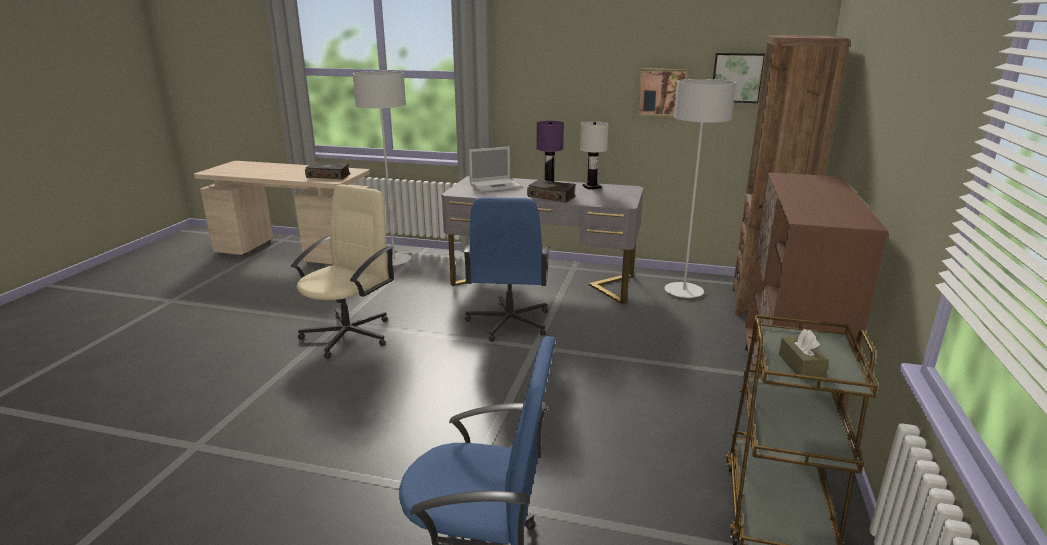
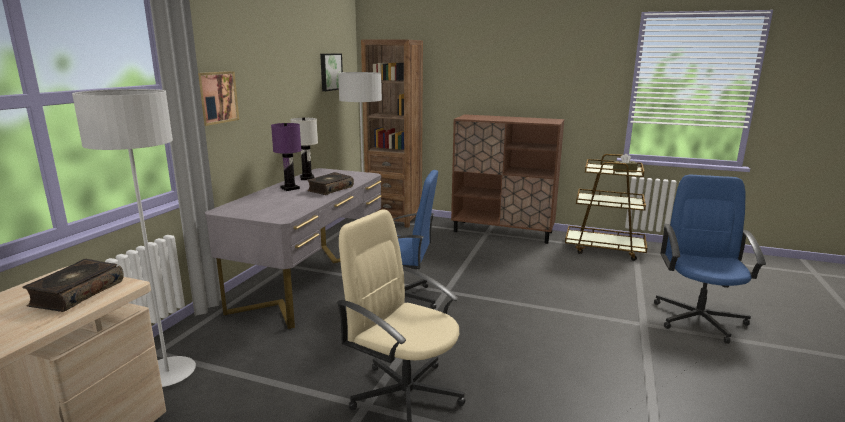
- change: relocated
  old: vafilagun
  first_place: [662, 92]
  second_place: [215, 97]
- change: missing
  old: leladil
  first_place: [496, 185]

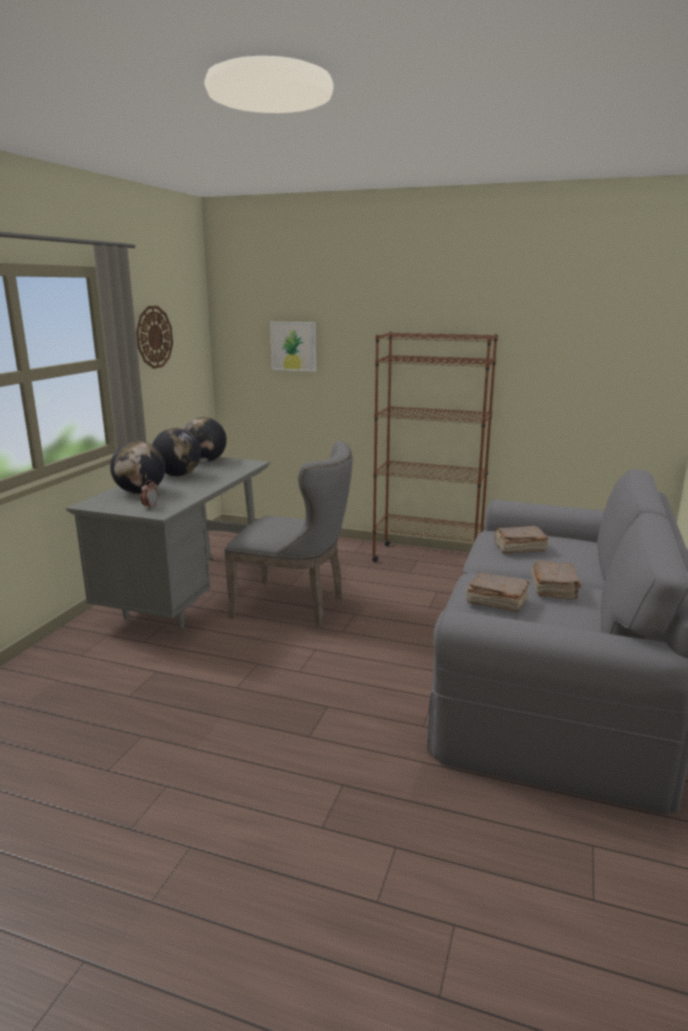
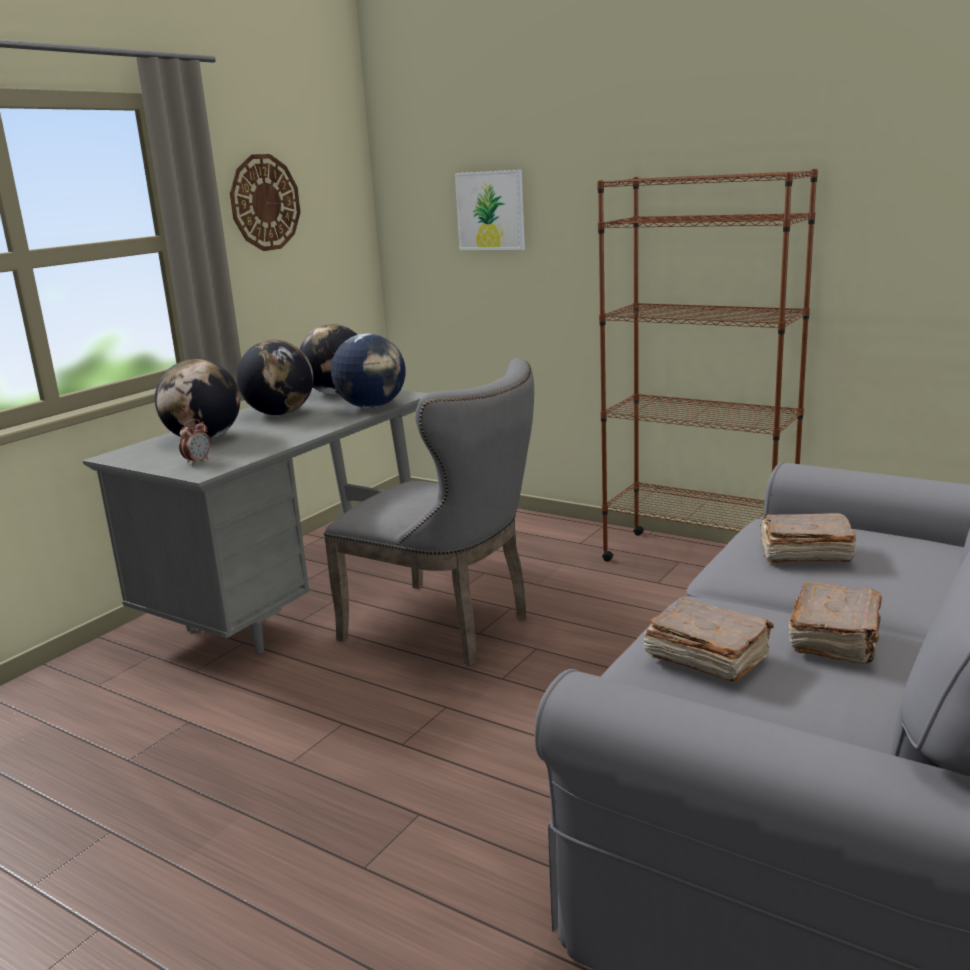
- change: appeared
  new: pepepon
  second_place: [372, 406]

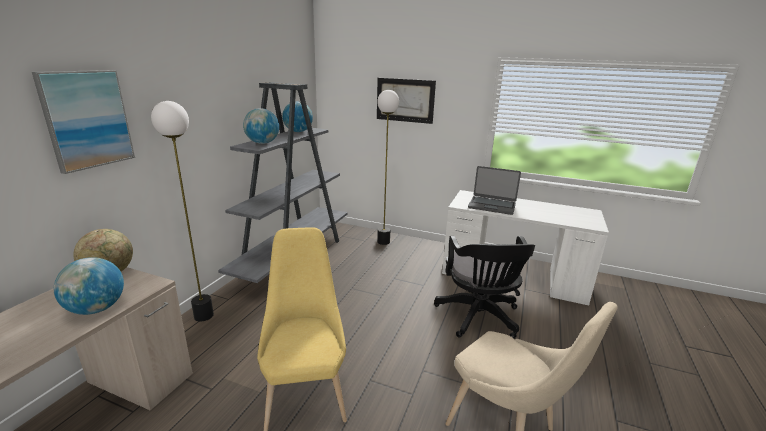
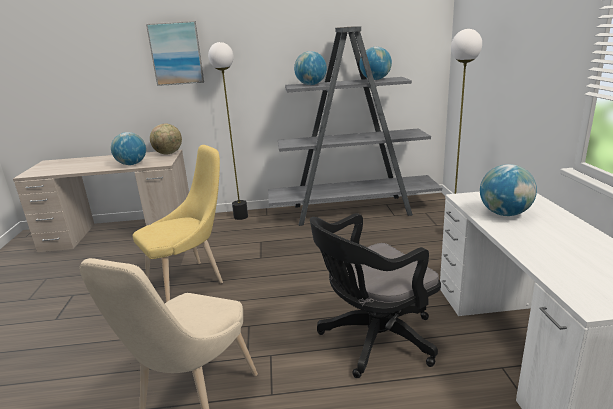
- change: exchanged
  old: leladil
  new: pepepon
  first_place: [492, 206]
  second_place: [504, 213]
- change: missing
  old: vafilagun
  first_place: [405, 100]

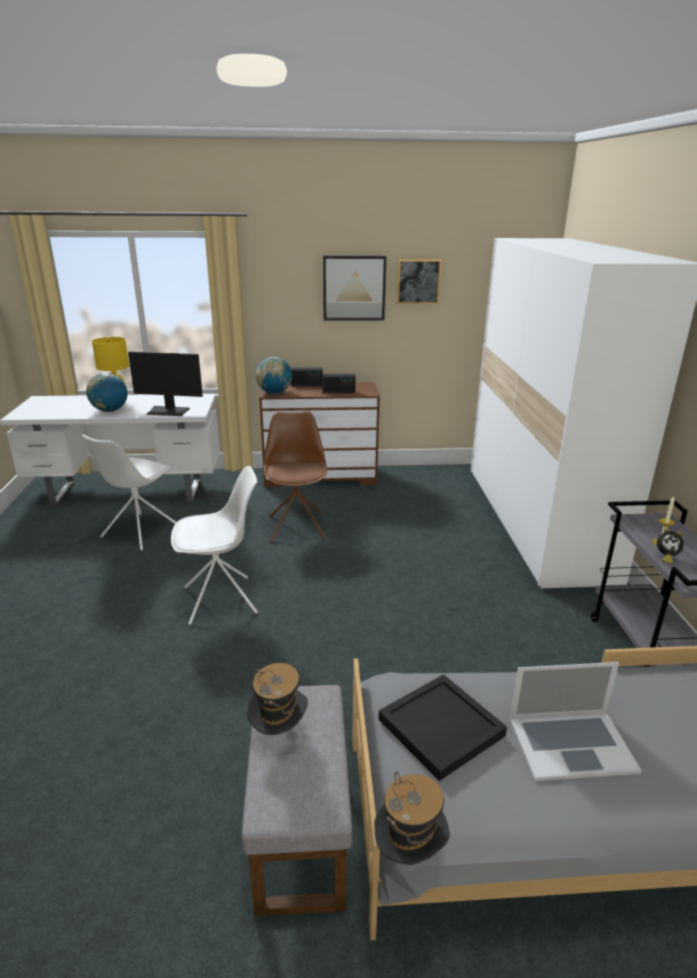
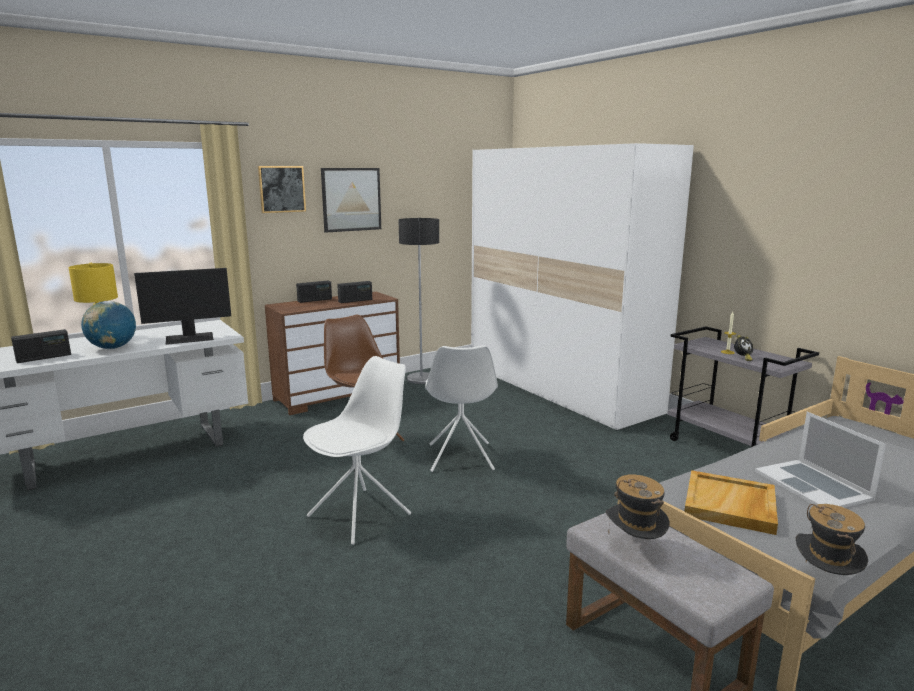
- change: appeared
  new: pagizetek
  second_place: [44, 358]
- change: relocated
  old: vafilagun
  first_place: [418, 281]
  second_place: [282, 189]
- change: appeared
  new: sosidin
  second_place: [421, 379]
- change: relocated
  old: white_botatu
  first_place: [139, 532]
  second_place: [460, 458]
- change: colour
  old: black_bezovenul
  new: beige_bezovenul
  first_place: [441, 728]
  second_place: [730, 505]
- change: spun
  old: leladil
  first_place: [571, 744]
  second_place: [813, 485]
  degrees: 105
- change: missing
  old: pepepon
  first_place: [274, 393]

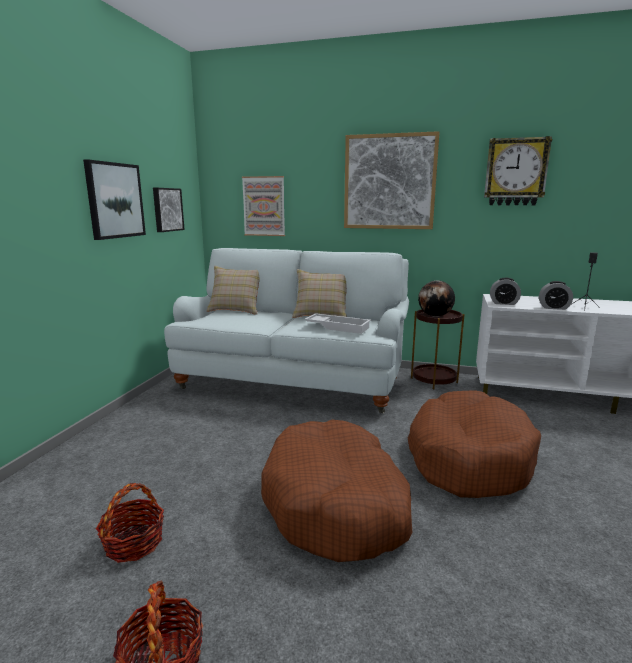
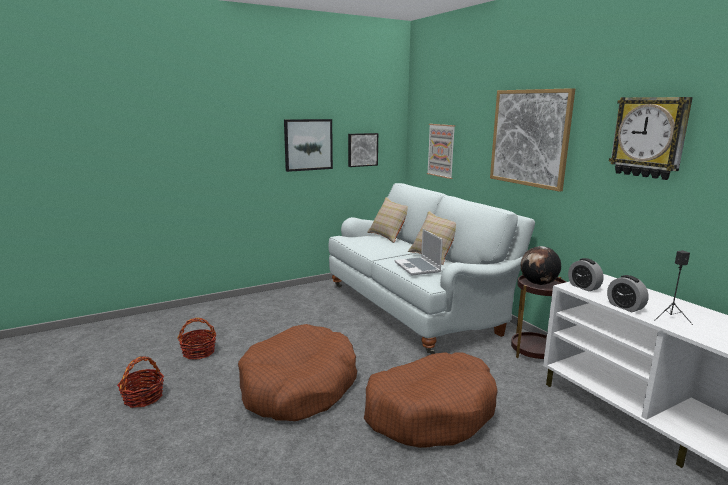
- change: exchanged
  old: white_bezovenul
  new: leladil
  first_place: [338, 327]
  second_place: [418, 267]

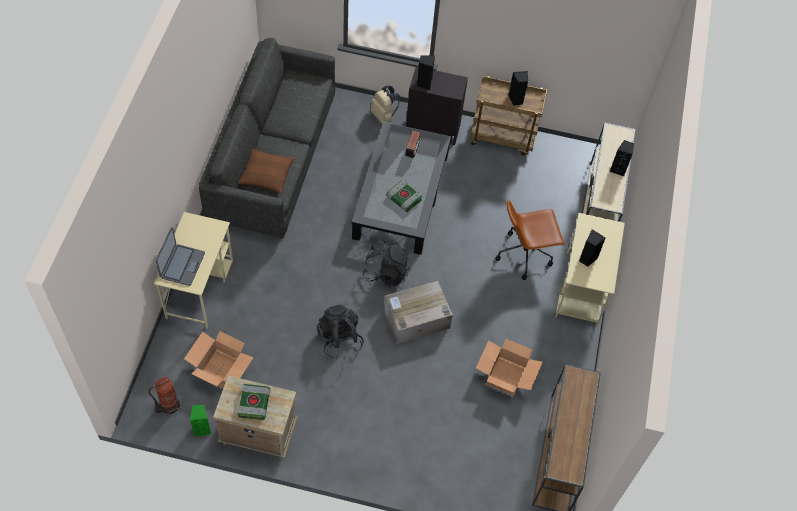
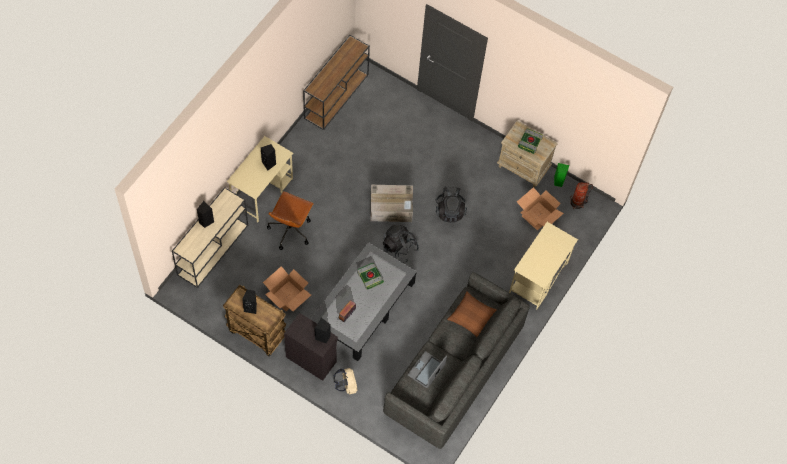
- change: relocated
  old: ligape
  first_place: [505, 376]
  second_place: [287, 296]
- change: spun
  old: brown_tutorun
  first_place: [525, 254]
  second_place: [290, 230]
  degrees: 105
- change: relocated
  old: leladil
  first_place: [182, 265]
  second_place: [426, 370]

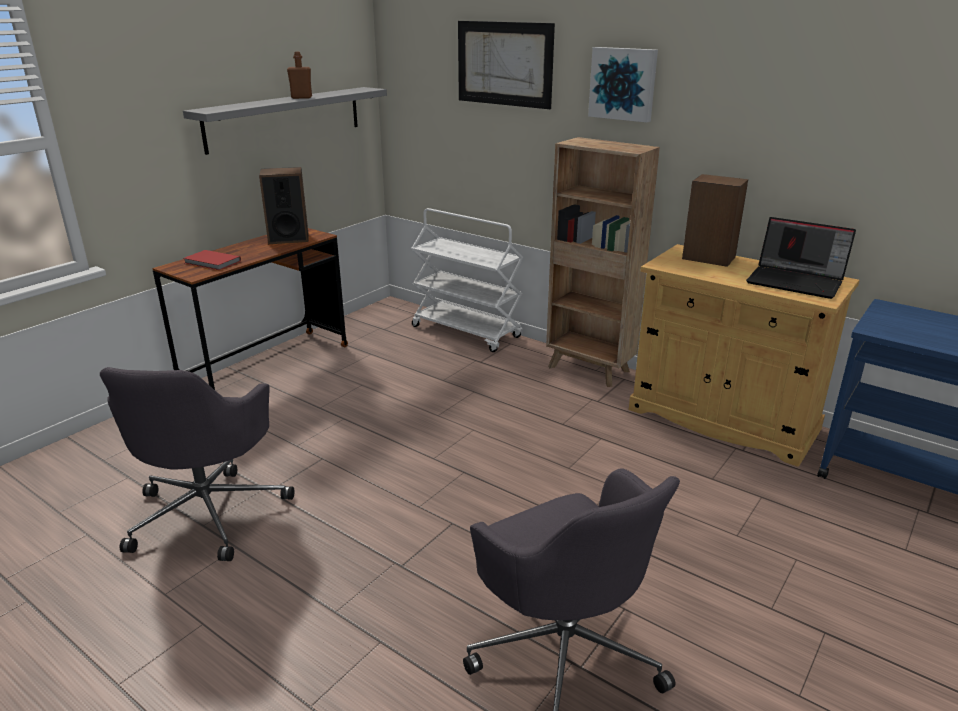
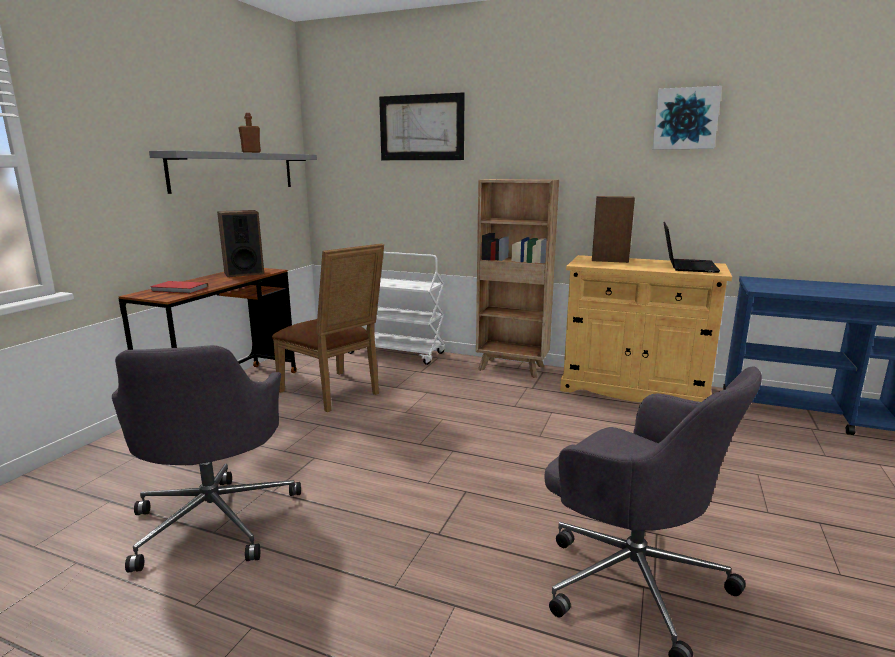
- change: appeared
  new: brown_botatu
  second_place: [334, 393]
- change: relocated
  old: vafilagun
  first_place: [623, 84]
  second_place: [686, 119]
- change: spun
  old: leladil
  first_place: [796, 281]
  second_place: [686, 266]
  degrees: -90

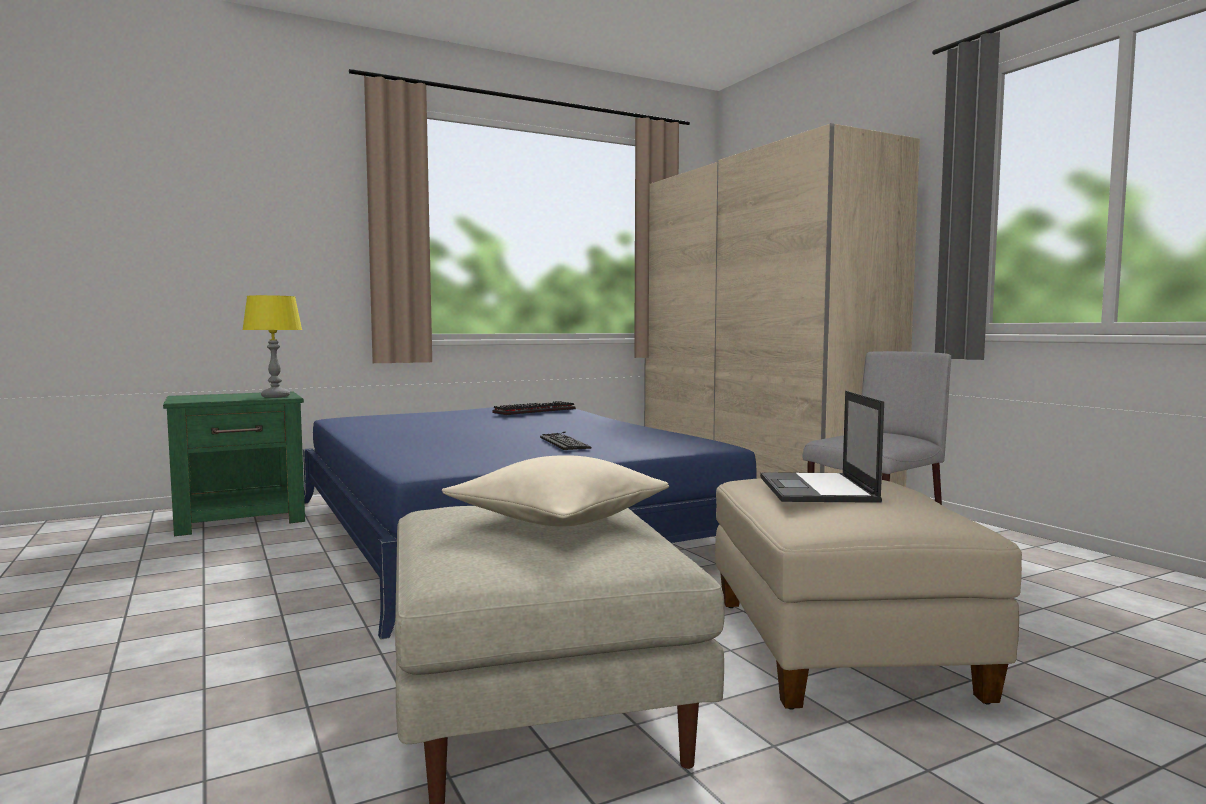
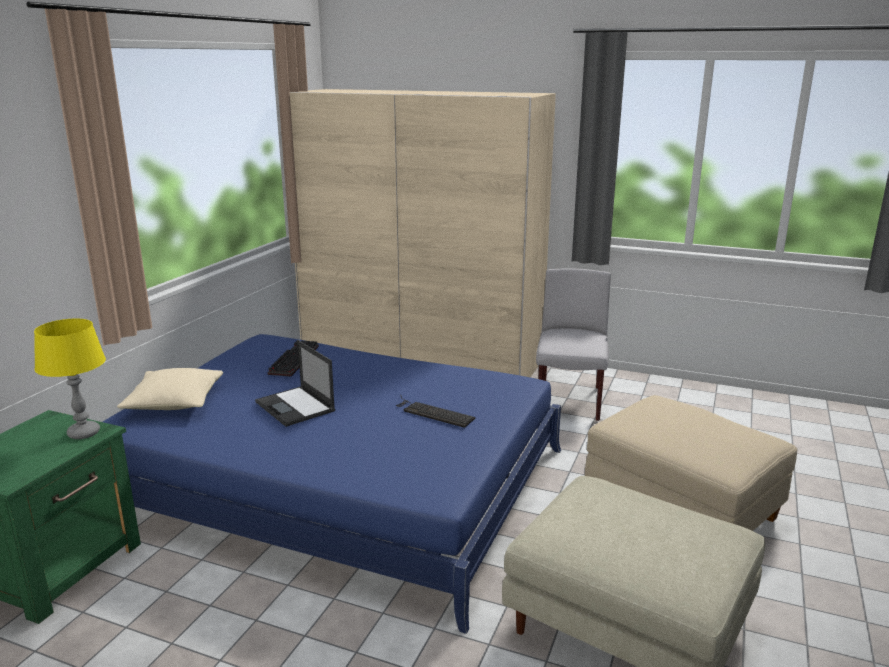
- change: relocated
  old: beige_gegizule
  first_place: [558, 518]
  second_place: [174, 402]
- change: relocated
  old: leladil
  first_place: [817, 489]
  second_place: [295, 407]

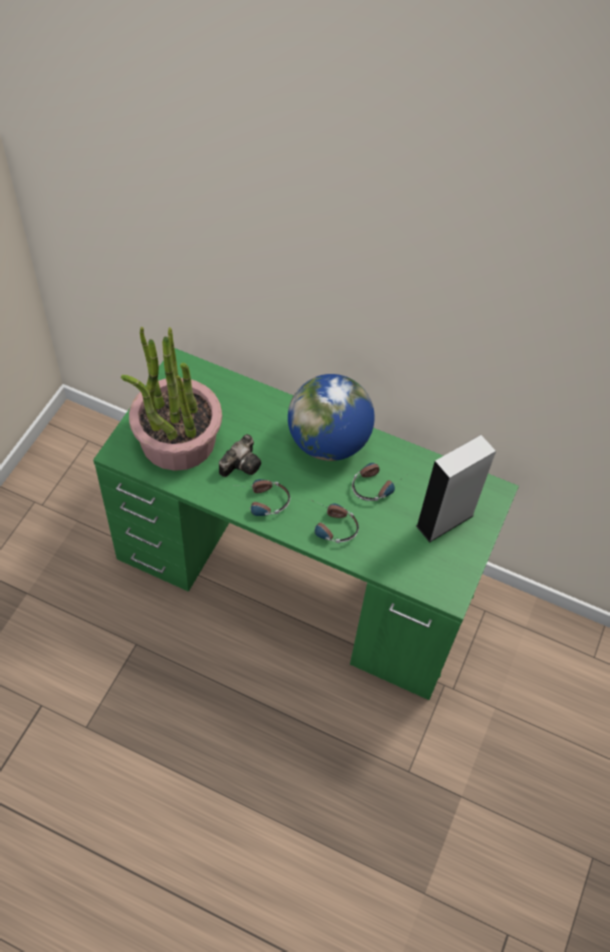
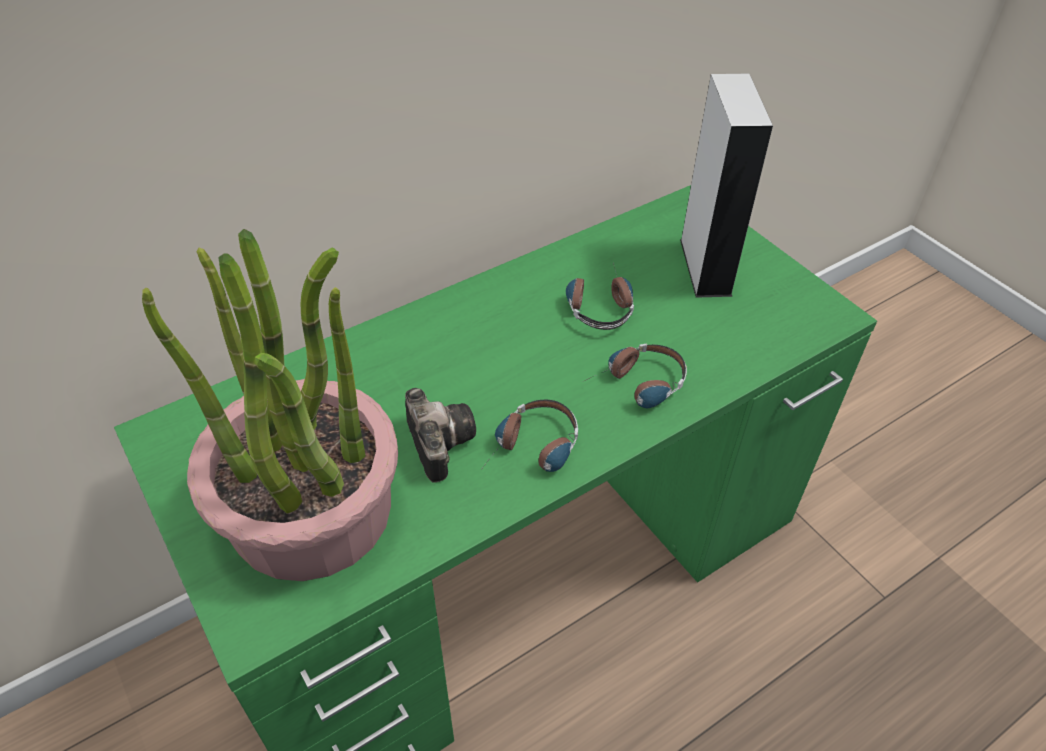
- change: missing
  old: pepepon
  first_place: [328, 442]

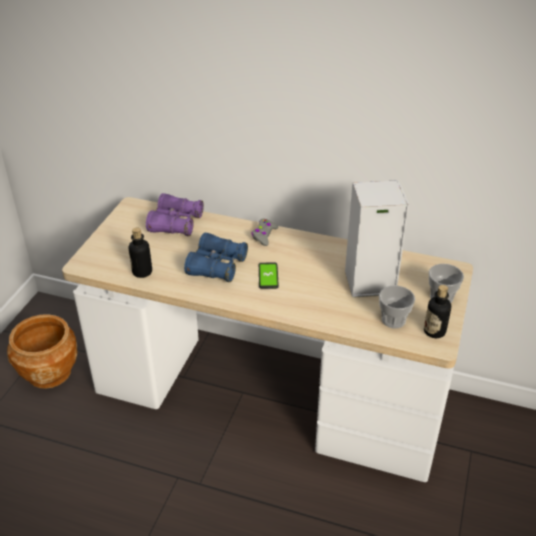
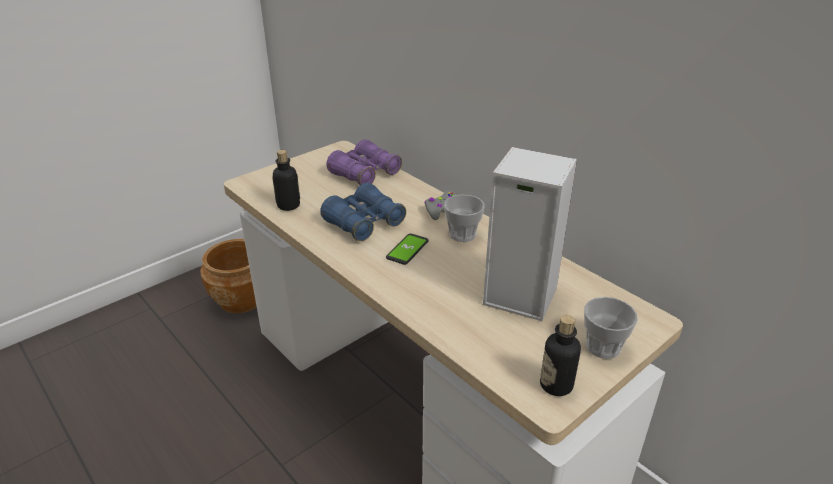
- change: relocated
  old: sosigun
  first_place: [393, 320]
  second_place: [462, 234]

